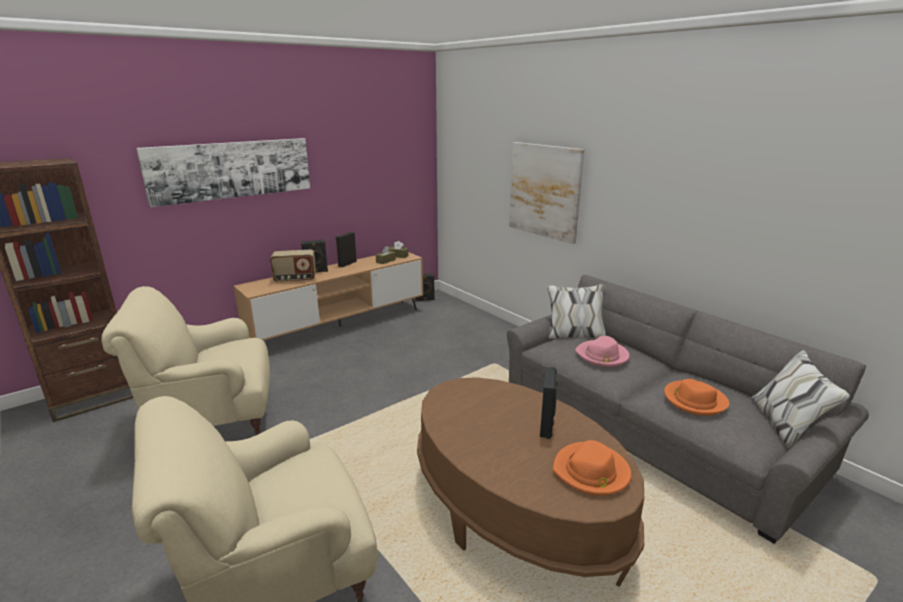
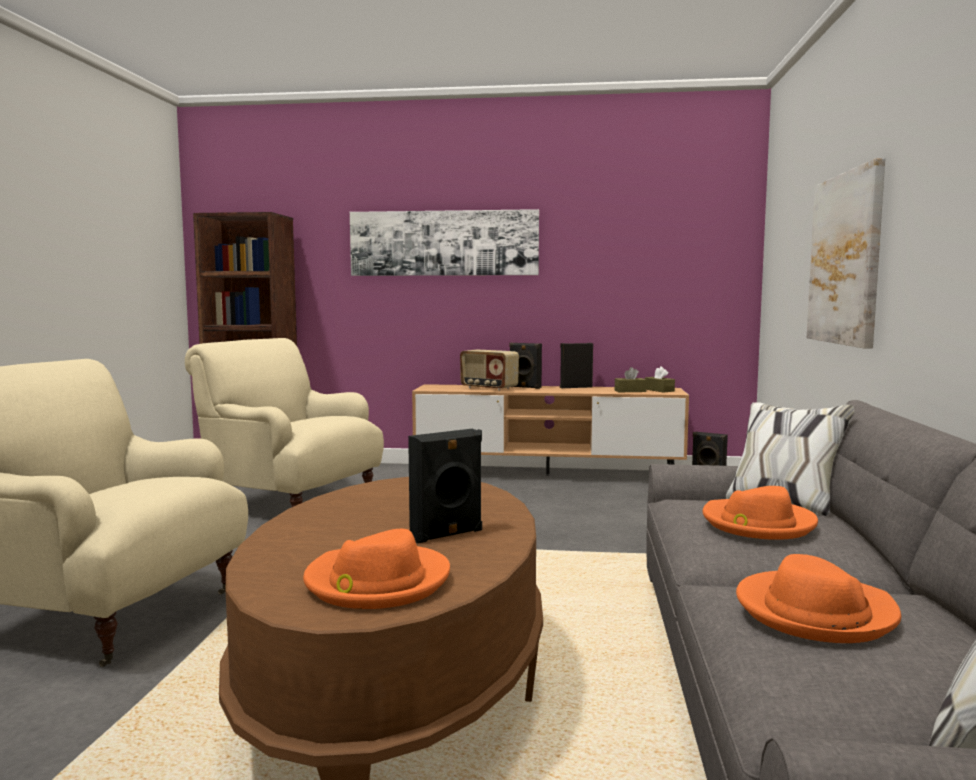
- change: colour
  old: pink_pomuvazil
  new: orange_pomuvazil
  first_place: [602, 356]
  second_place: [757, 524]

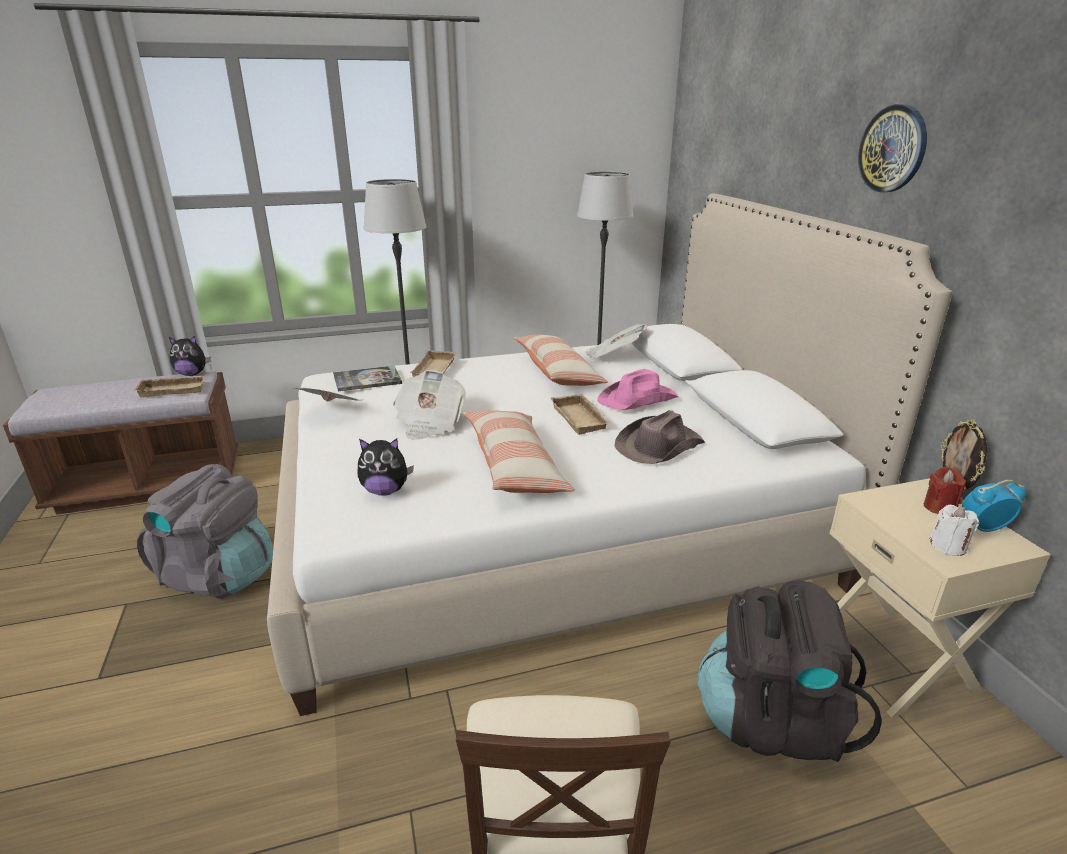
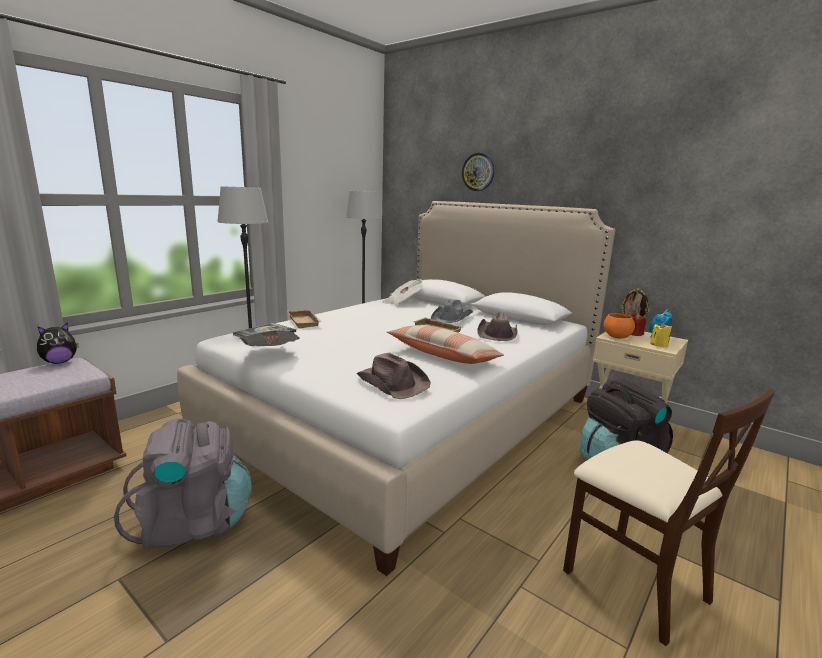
- change: exchanged
  old: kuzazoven
  new: brown_pomuvazil
  first_place: [385, 491]
  second_place: [392, 382]
- change: colour
  old: pink_pomuvazil
  new: grey_pomuvazil
  first_place: [638, 400]
  second_place: [451, 318]
- change: relocated
  old: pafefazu
  first_place: [893, 149]
  second_place: [478, 172]
- change: appeared
  new: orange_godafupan
  second_place: [617, 337]
- change: colour
  old: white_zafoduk
  new: yellow_zafoduk
  first_place: [948, 546]
  second_place: [659, 345]
- change: missing
  old: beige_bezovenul
  first_place: [174, 389]
- change: missing
  old: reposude
  first_place: [429, 423]
- change: missing
  old: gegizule
  first_place: [558, 372]

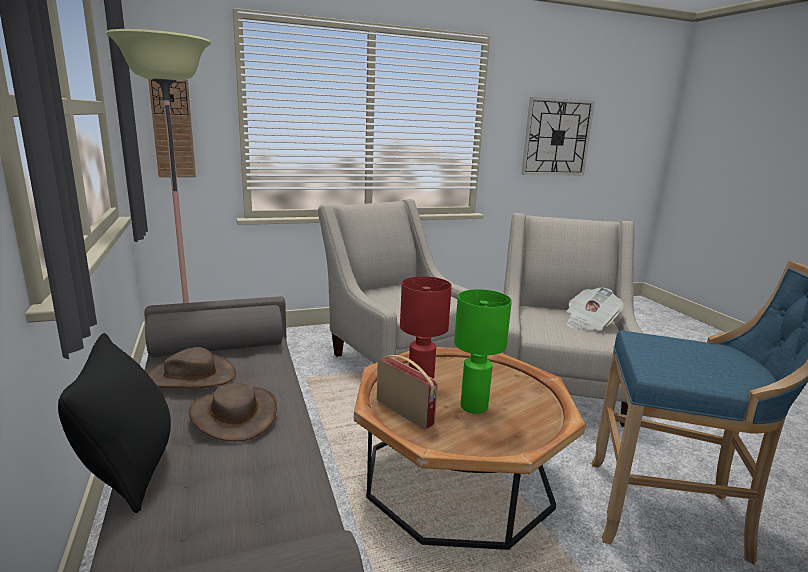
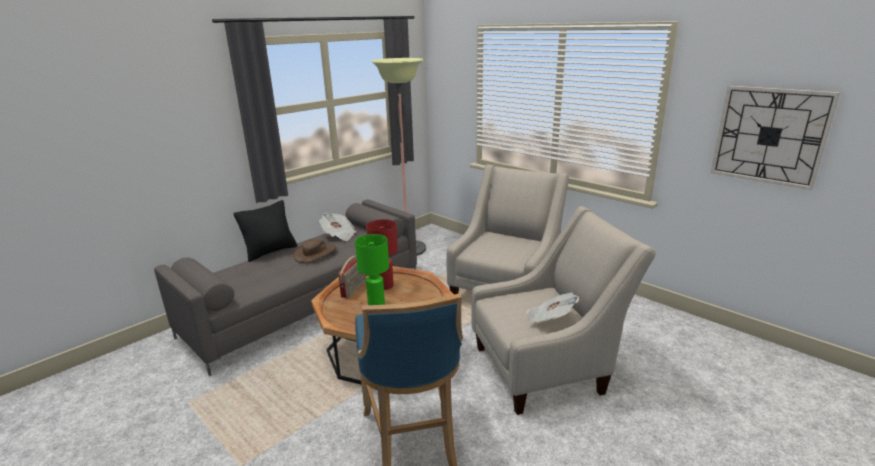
- change: exchanged
  old: brown_pomuvazil
  new: reposude
  first_place: [191, 377]
  second_place: [338, 235]
- change: missing
  old: pafefazu
  first_place: [173, 129]

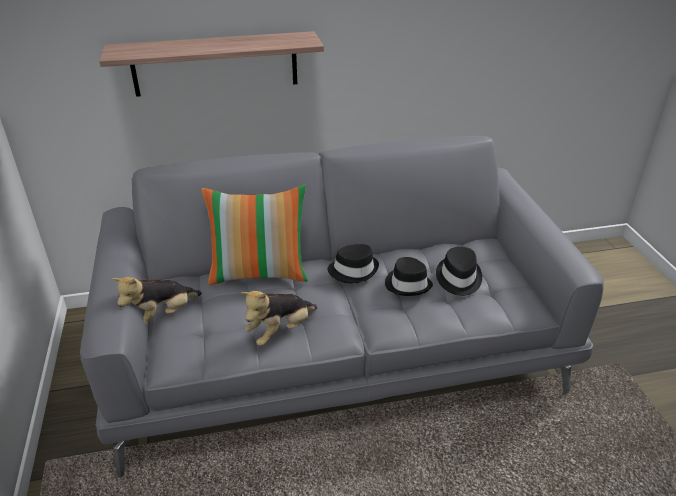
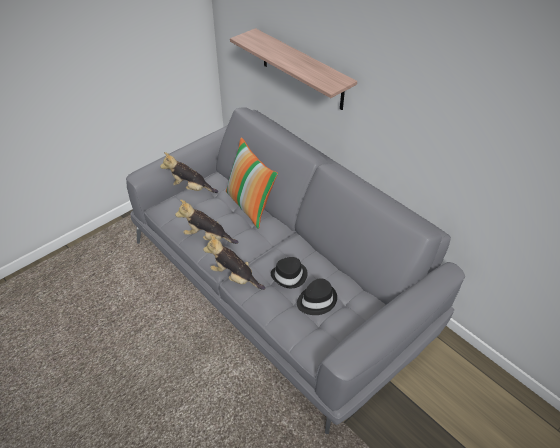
- change: appeared
  new: kuzazoven
  second_place: [234, 277]
- change: missing
  old: black_pomuvazil
  first_place: [353, 270]

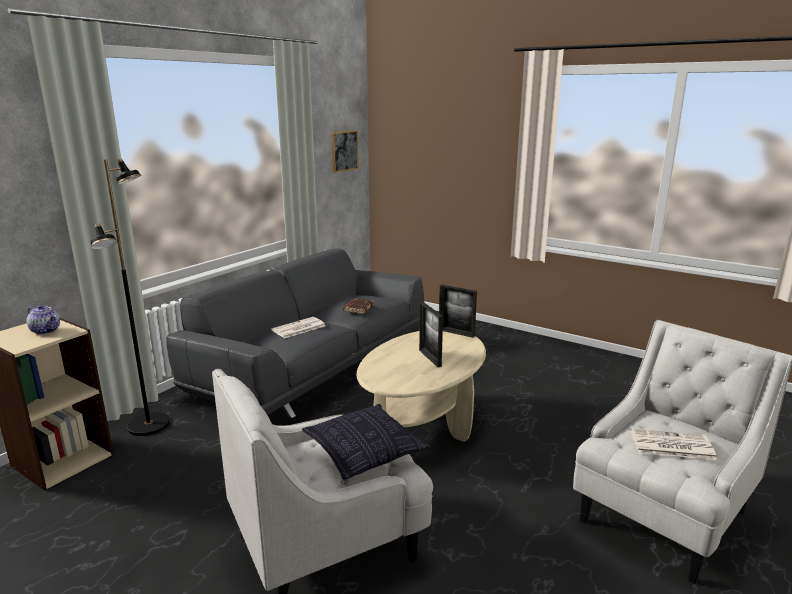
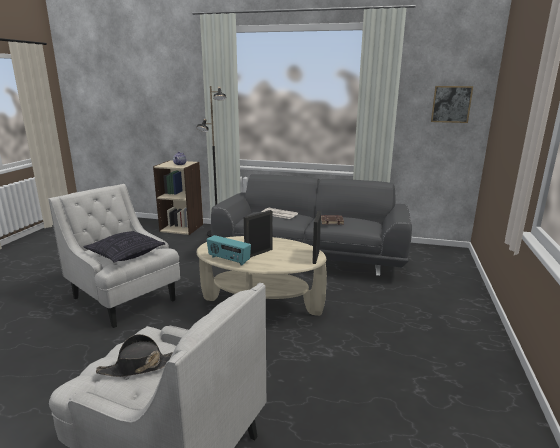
- change: exchanged
  old: reposude
  new: black_pomuvazil
  first_place: [670, 445]
  second_place: [140, 366]
- change: appeared
  new: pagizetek
  second_place: [228, 260]

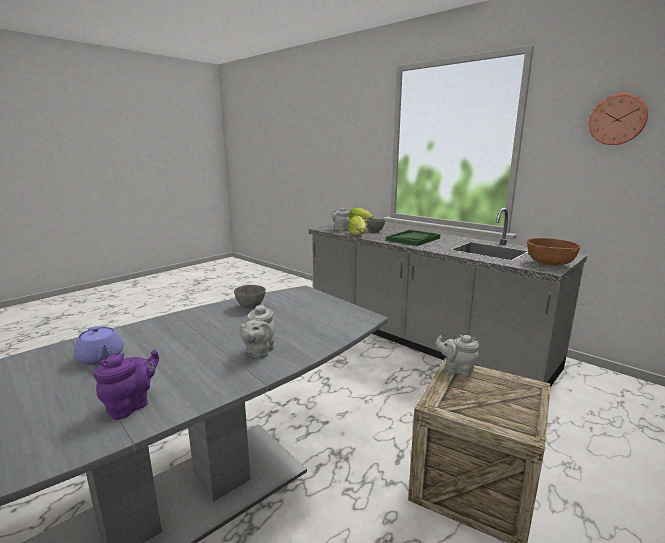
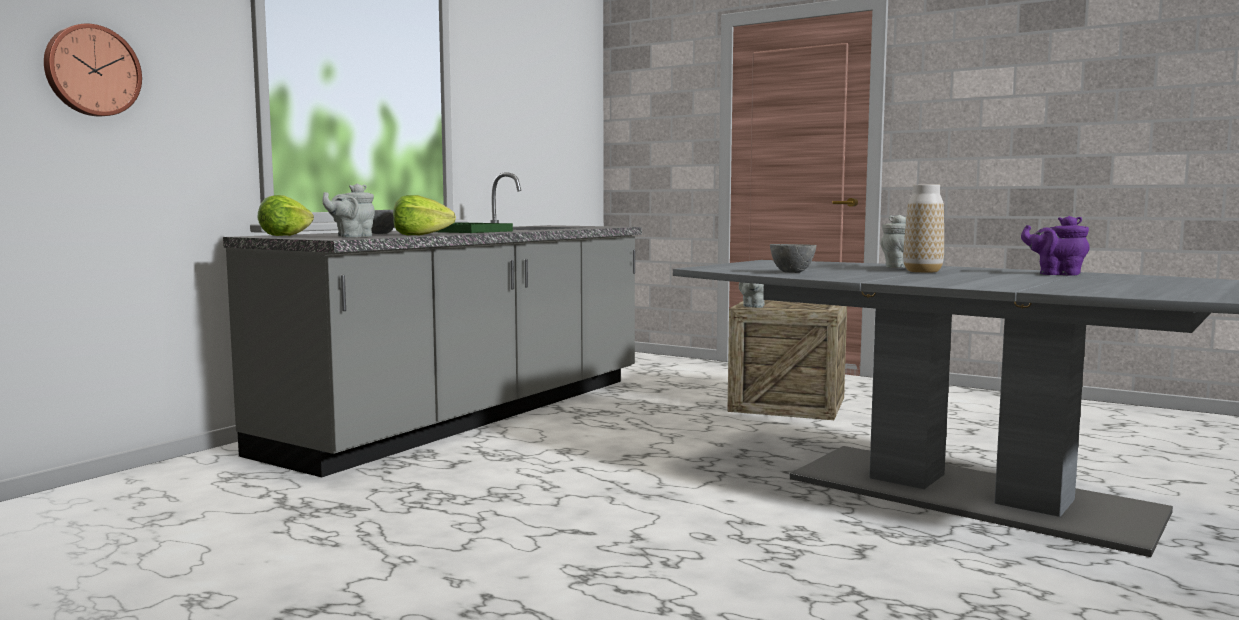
- change: relocated
  old: pafefazu
  first_place: [617, 119]
  second_place: [91, 71]
- change: appeared
  new: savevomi
  second_place: [922, 271]
- change: missing
  old: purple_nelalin
  first_place: [101, 358]
- change: missing
  old: brown_godafupan
  first_place: [549, 264]

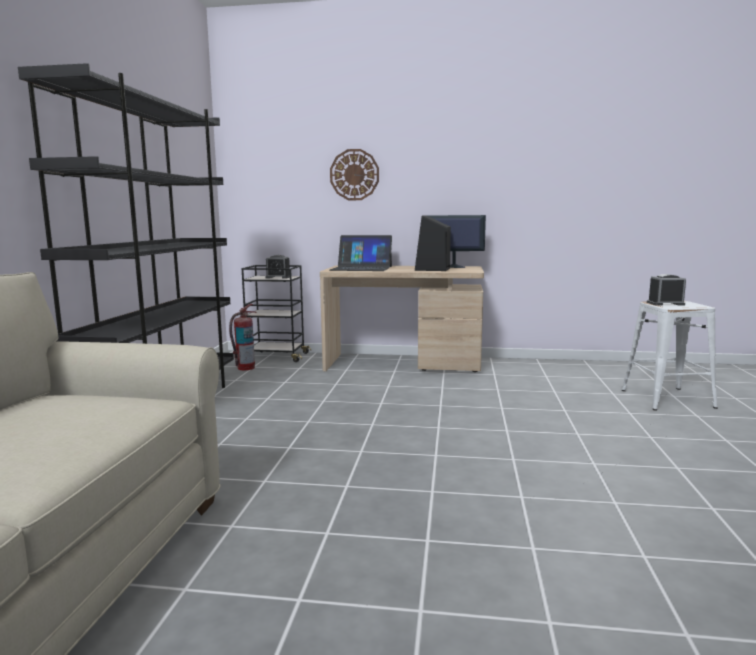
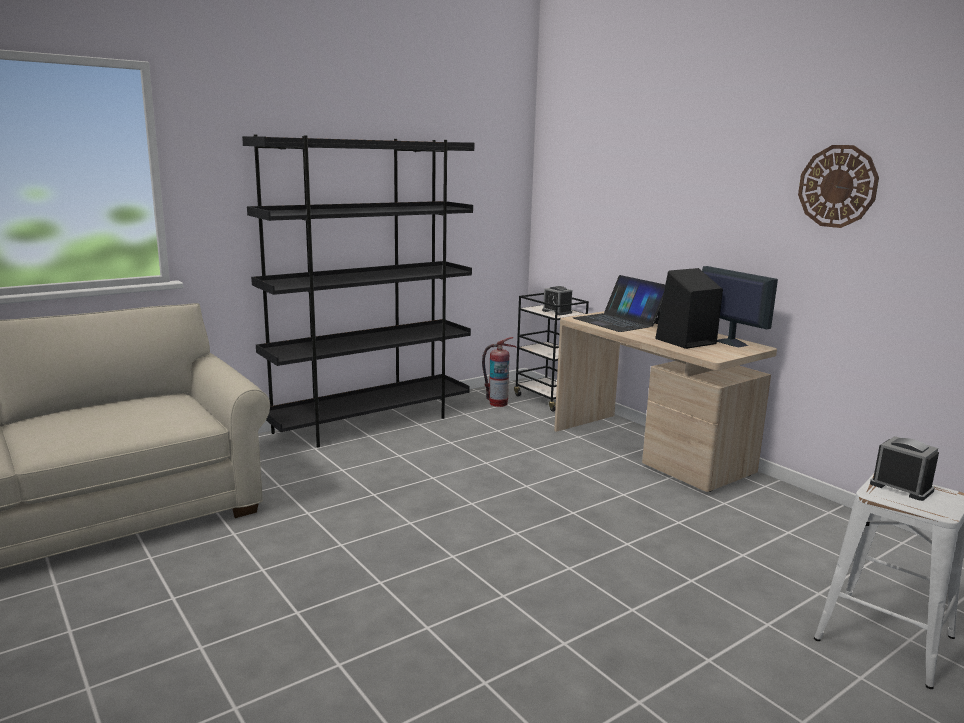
- change: relocated
  old: pafefazu
  first_place: [354, 175]
  second_place: [837, 186]

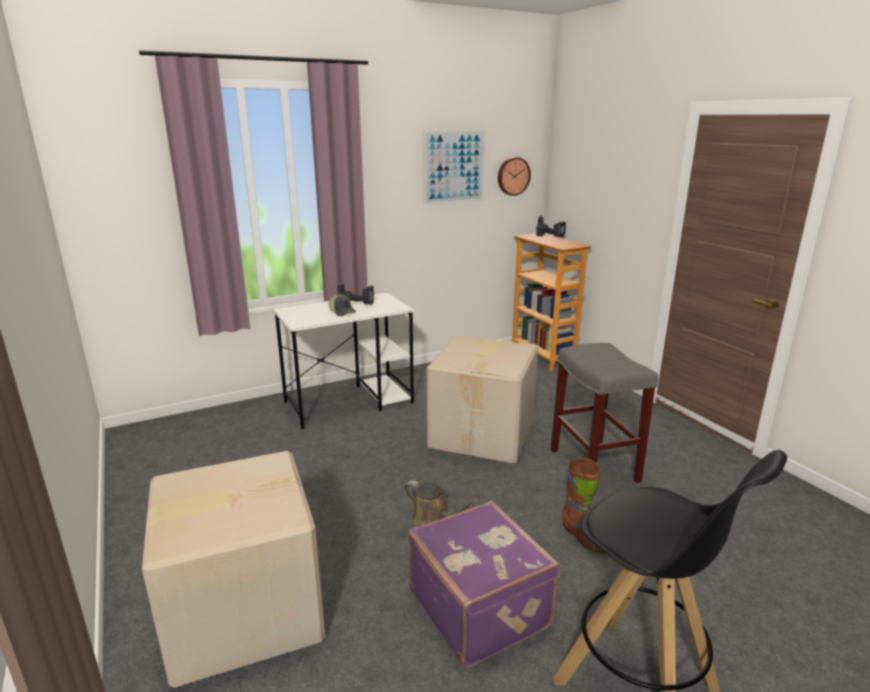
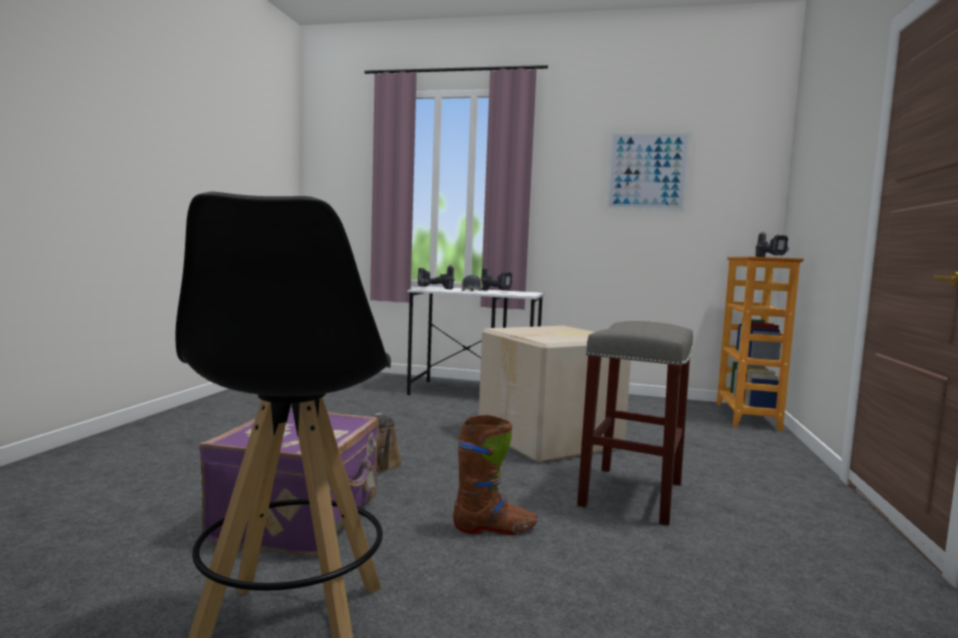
- change: appeared
  new: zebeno
  second_place: [434, 289]
- change: spun
  old: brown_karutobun
  first_place: [584, 538]
  second_place: [494, 529]
  degrees: -105
- change: missing
  old: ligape
  first_place: [242, 611]
- change: missing
  old: pafefazu
  first_place: [513, 176]

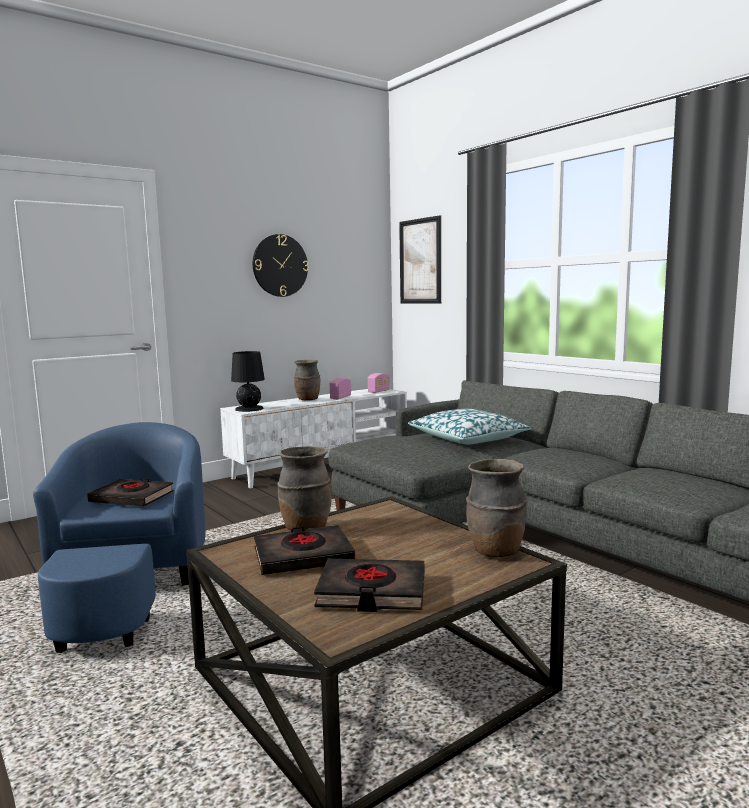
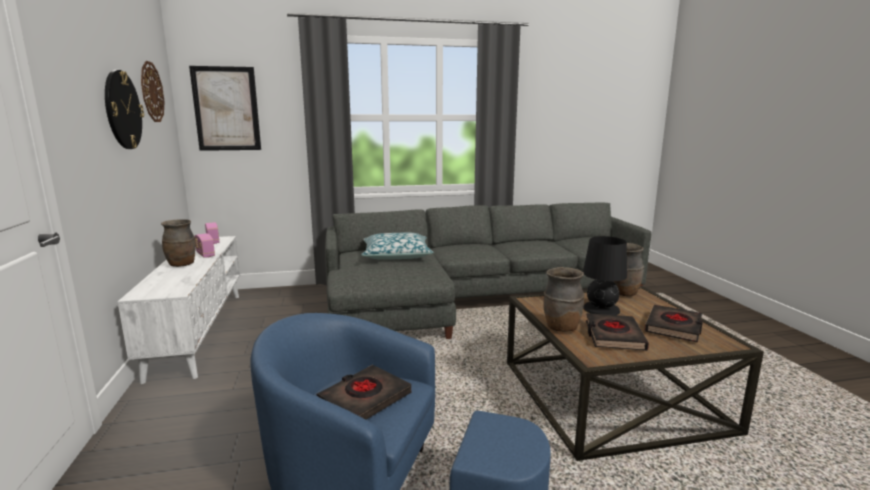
- change: appeared
  new: pafefazu
  second_place: [151, 92]
- change: relocated
  old: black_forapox
  first_place: [249, 409]
  second_place: [600, 309]

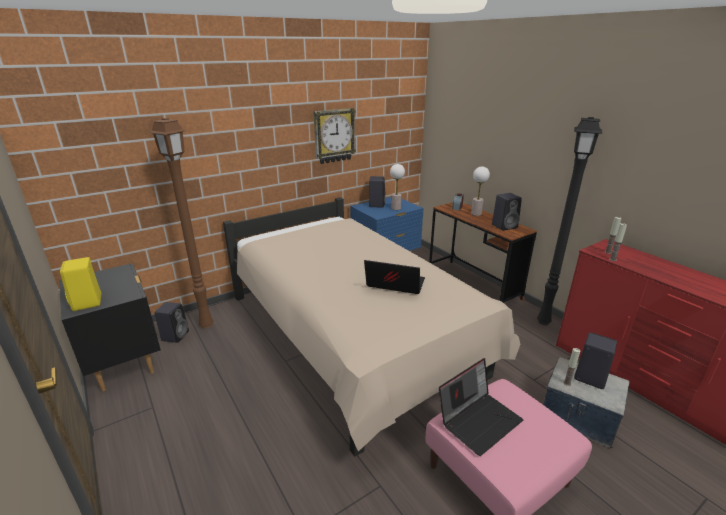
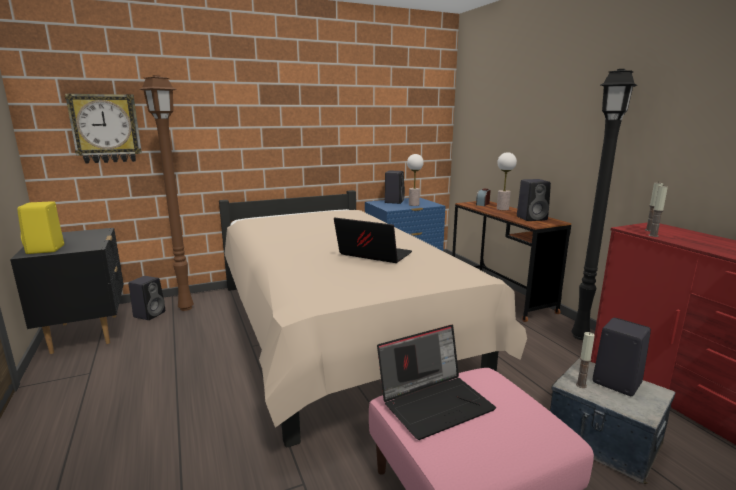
- change: relocated
  old: pafefazu
  first_place: [334, 135]
  second_place: [106, 128]

